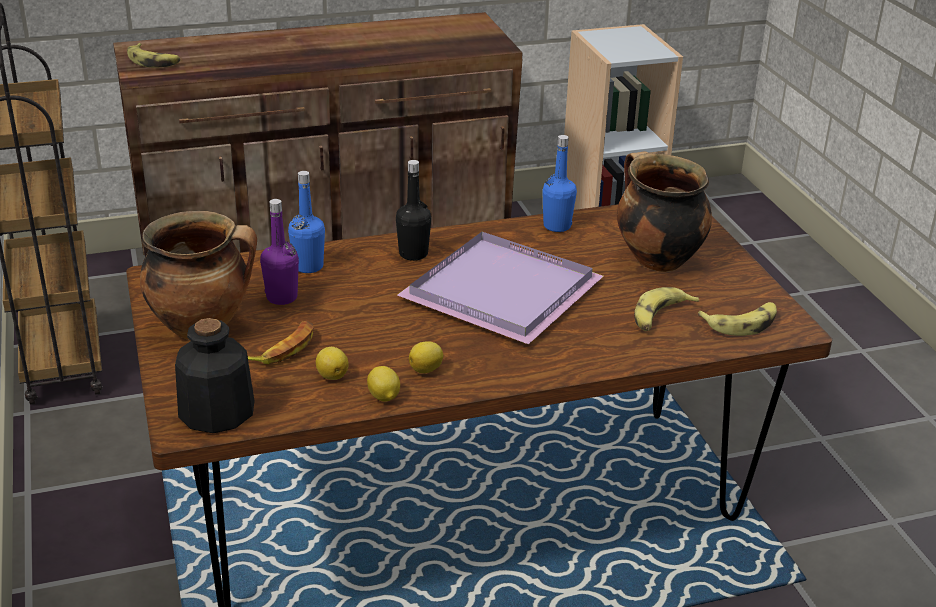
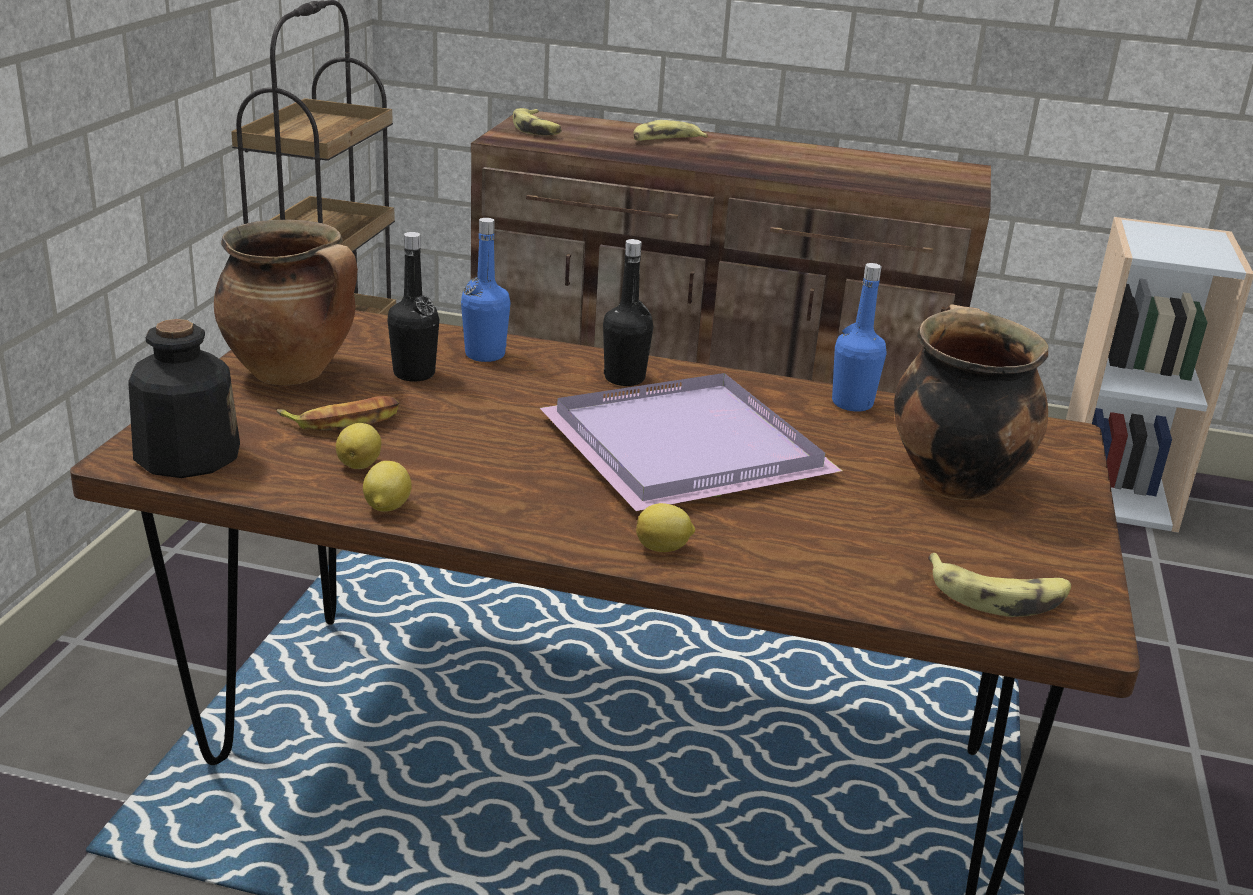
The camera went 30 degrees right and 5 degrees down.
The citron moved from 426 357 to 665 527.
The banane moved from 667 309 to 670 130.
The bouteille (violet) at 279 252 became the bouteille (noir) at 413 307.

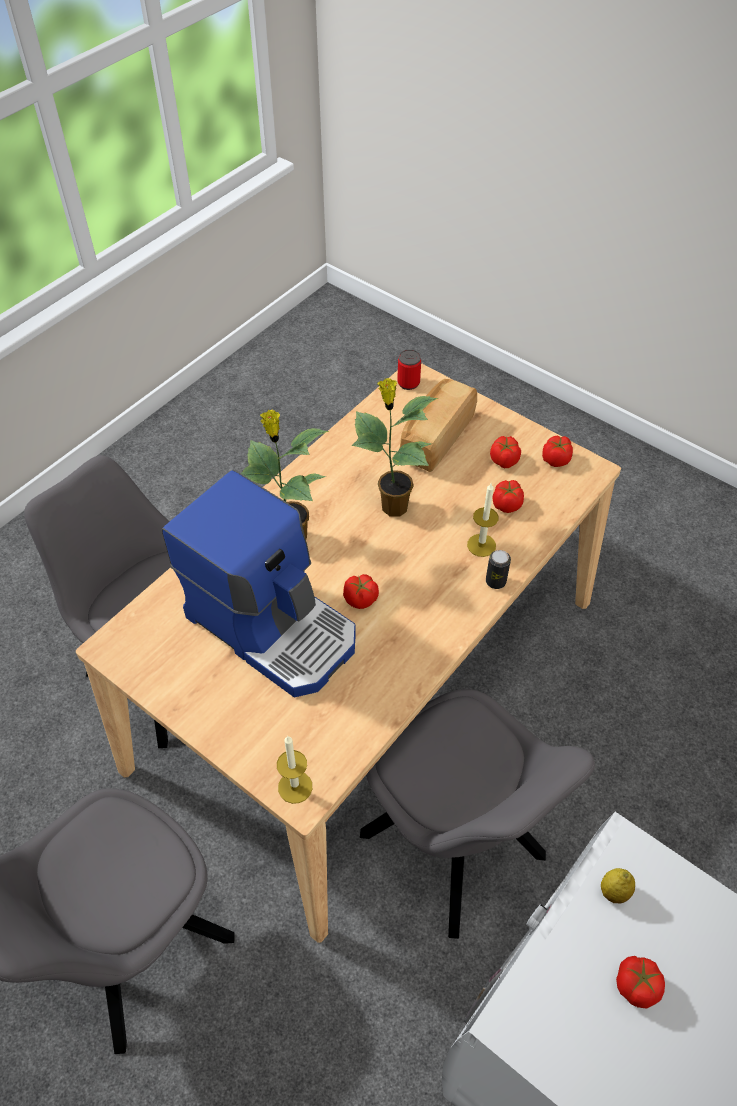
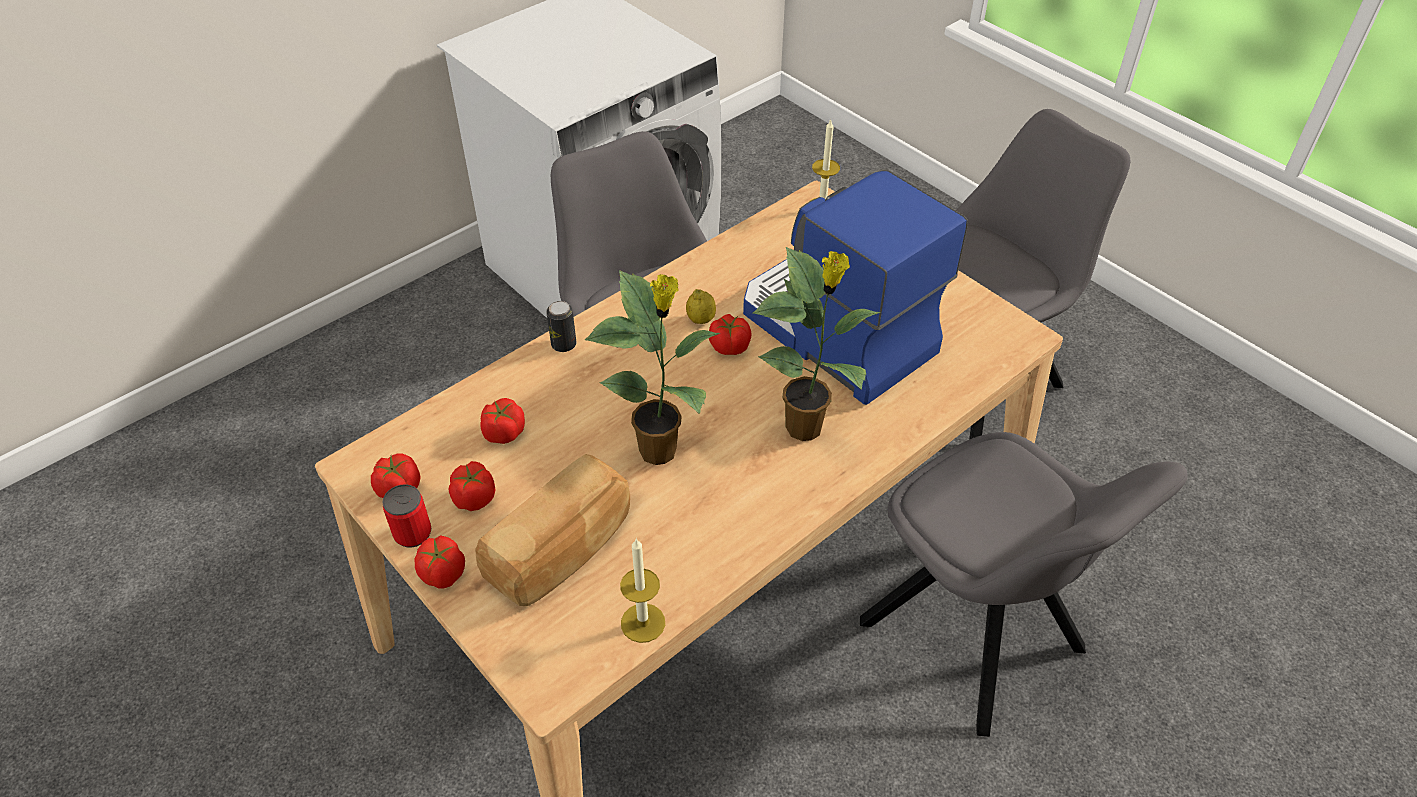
The camera went 170 degrees left and 5 degrees down.
The boîte métallique moved from 409 370 to 407 516.
The bougie moved from 483 520 to 642 590.
The citron moved from 618 886 to 701 306.
The tomate moved from 640 982 to 440 561.

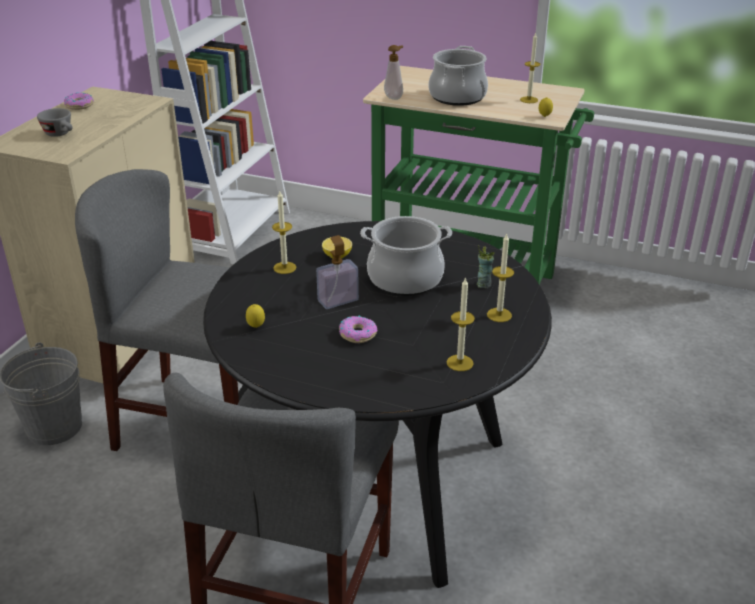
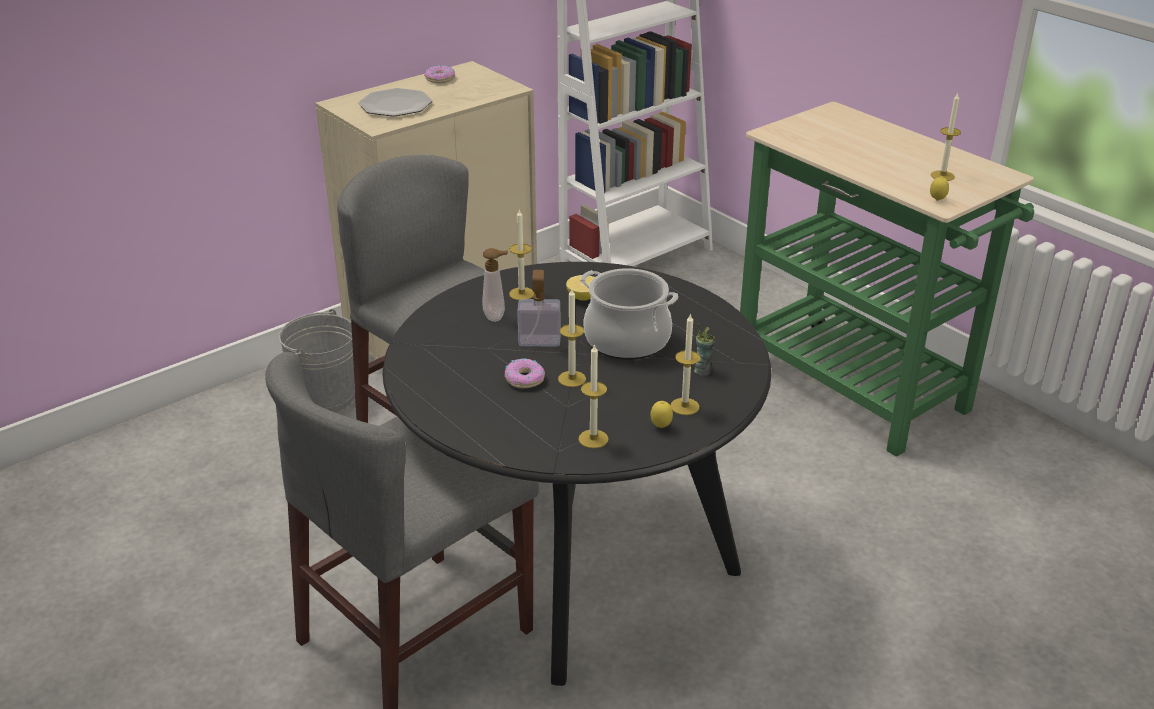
The camera went 30 degrees right and 0 degrees up.
The marmite at 458 76 disappeared.
The bougie at 572 338 appeared.
The citron moved from 255 316 to 662 414.
The distributeur de savon moved from 393 72 to 495 285.
The tasse (gris) at 55 122 was replaced by the assiette at 395 102.

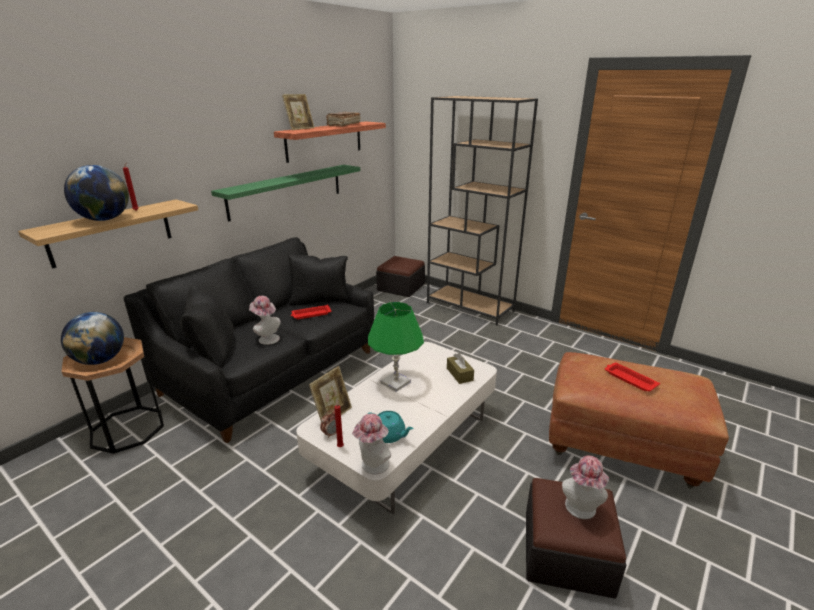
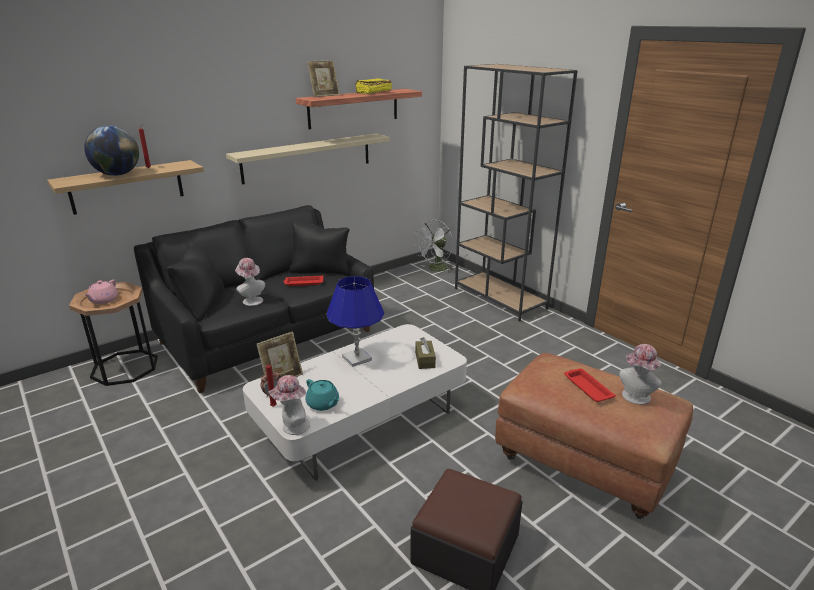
The camera went 15 degrees right and 0 degrees up.
The chapeau moved from 585 487 to 640 374.
The globe at 92 338 was replaced by the théière (rose) at 101 292.
The pouf at 400 276 was replaced by the ventilateur (blanc) at 434 246.
The étagère (vert) at 285 193 became the étagère (beige) at 308 159.
The livre (marron) at 343 119 became the livre (jaune) at 374 86.
The lampe de table (vert) at 396 347 became the lampe de table (bleu) at 355 321.

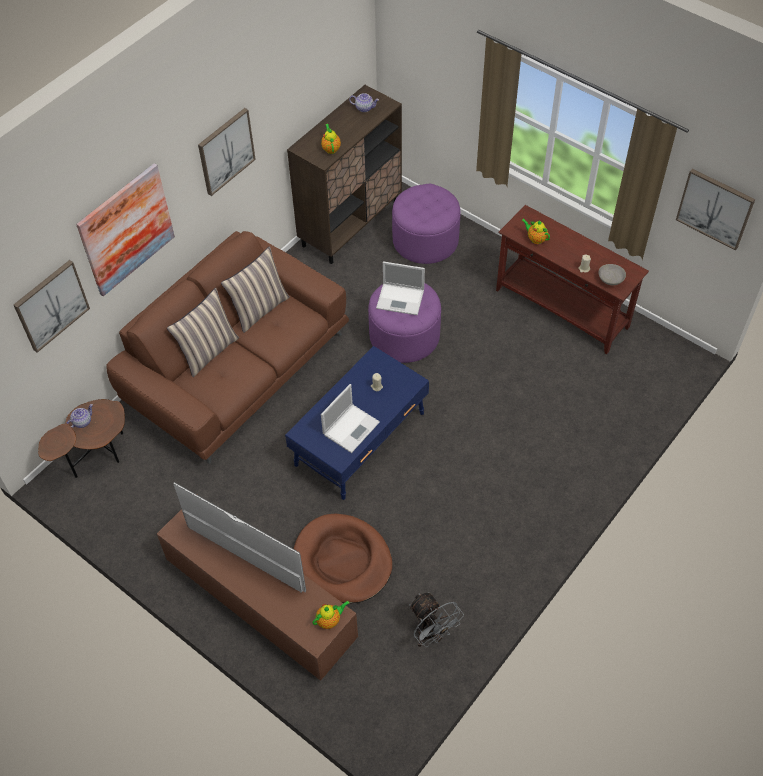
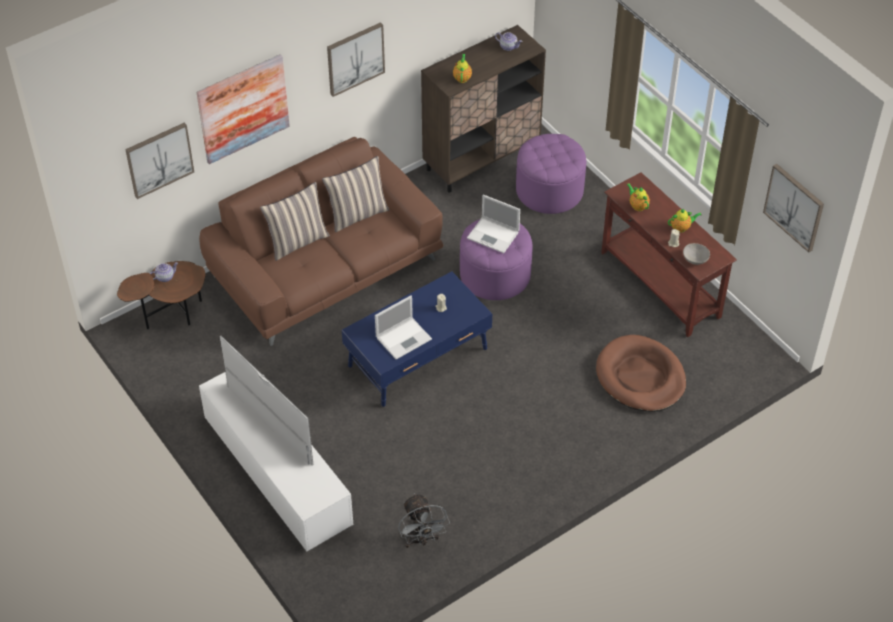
The camera went 15 degrees right and 5 degrees down.
The panier pour chien (marron) moved from 343 558 to 641 373.
The théière moved from 331 615 to 685 221.
The meuble télé (marron) at 257 595 became the meuble télé (blanc) at 276 461.

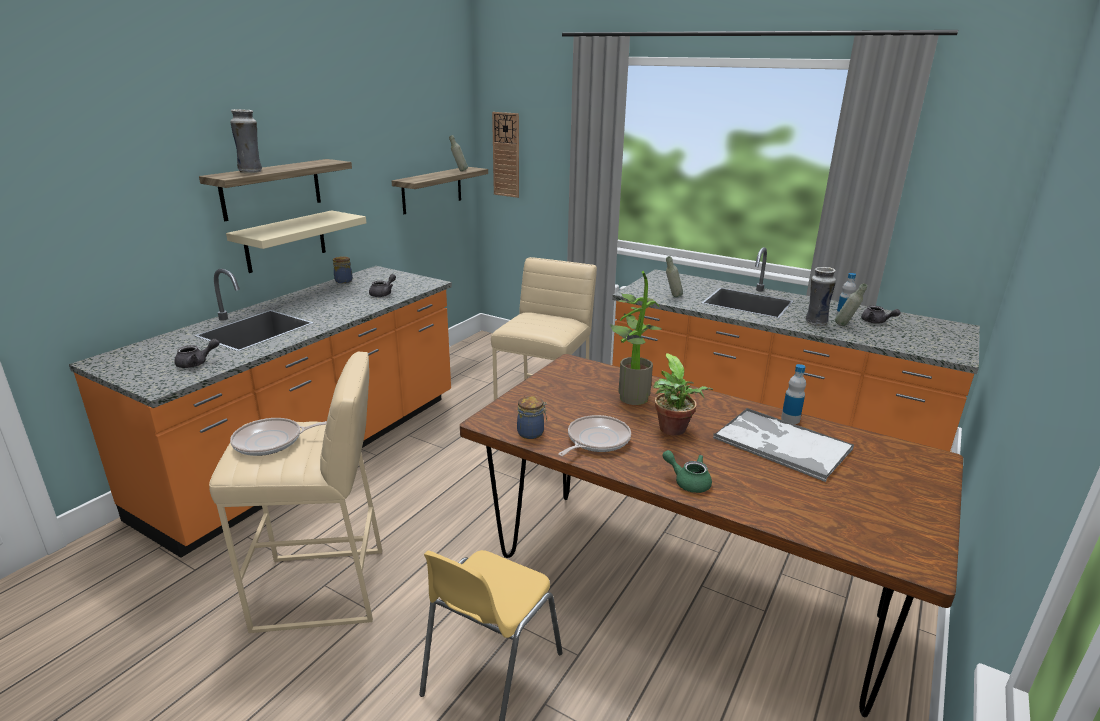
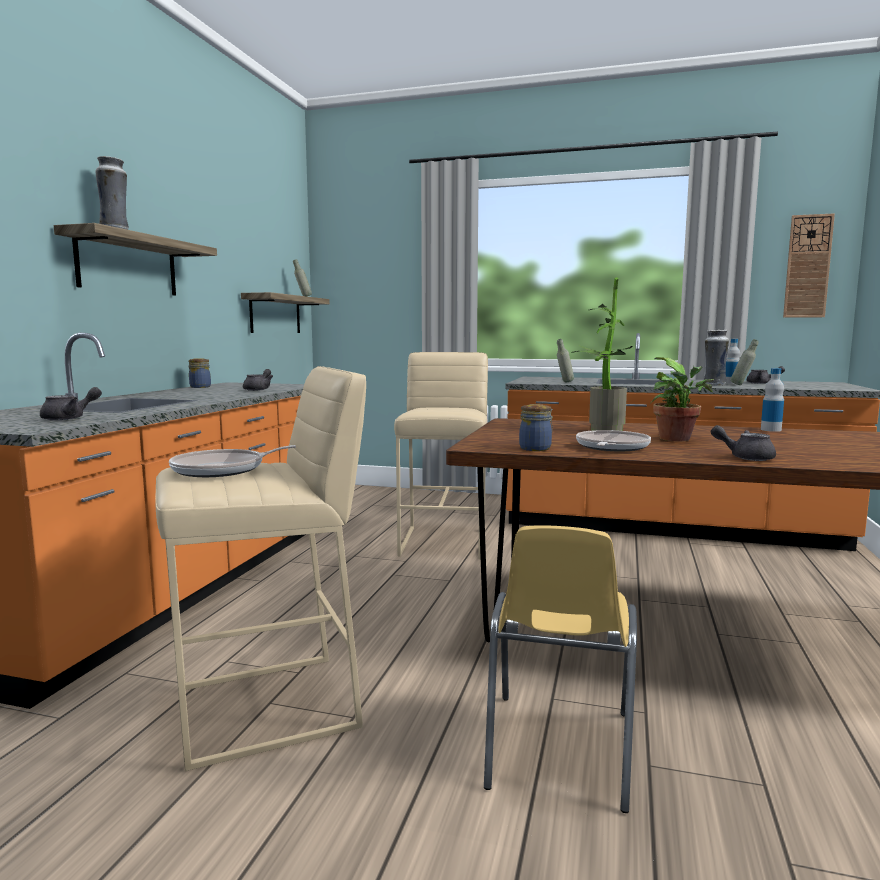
The camera went 15 degrees left and 15 degrees down.
The étagère (beige) at 296 241 disappeared.
The plateau at 783 445 disappeared.
The horloge murale moved from 505 155 to 809 265.
The théière (vert) at 687 471 became the théière (gris) at 743 443.

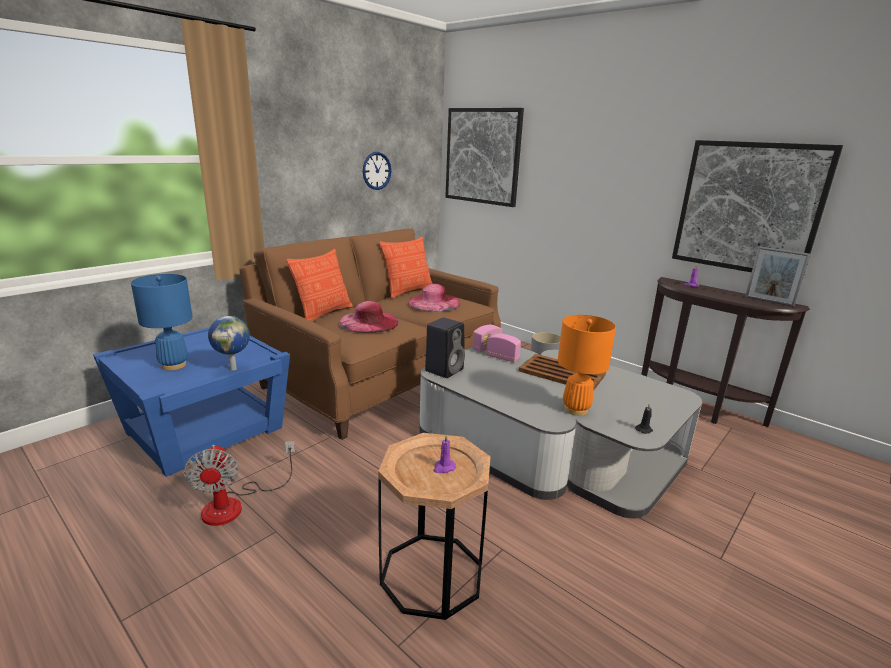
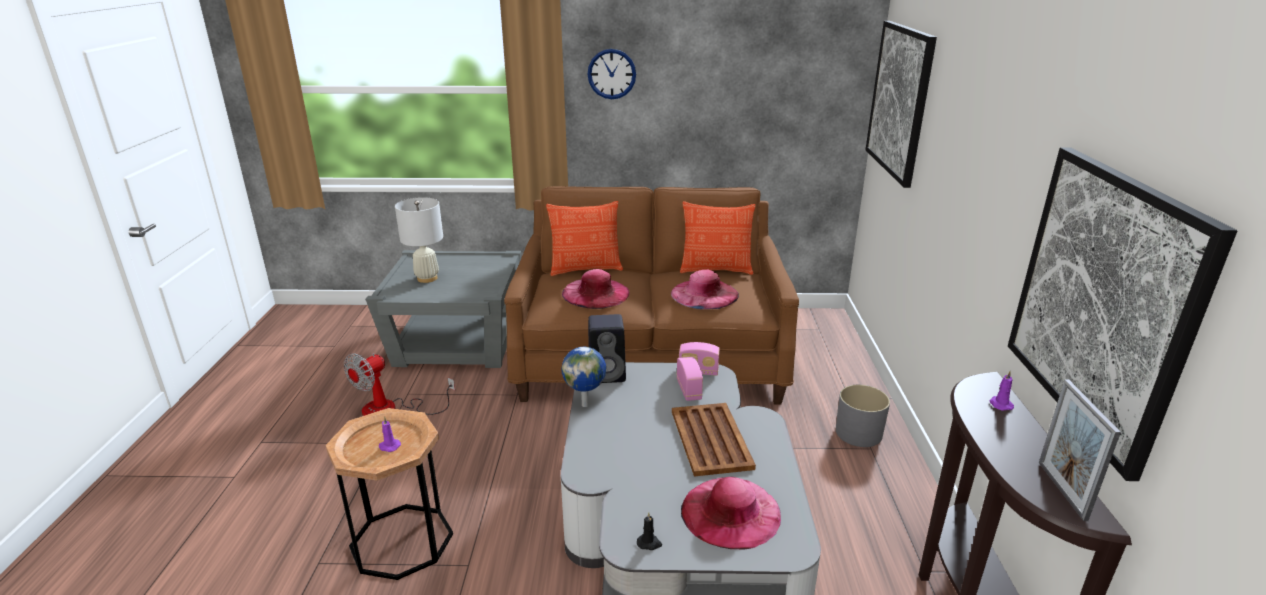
The camera went 50 degrees right and 5 degrees up.
The lampe de table (orange) at 587 365 disappeared.
The chapeau (rose) at 731 513 appeared.
The globe moved from 229 343 to 583 377.
The horloge murale moved from 377 171 to 611 74.
The table d'appoint (bleu) at 191 402 became the table d'appoint (gris) at 443 309.
The lampe de table (bleu) at 162 322 became the lampe de table (blanc) at 419 240.

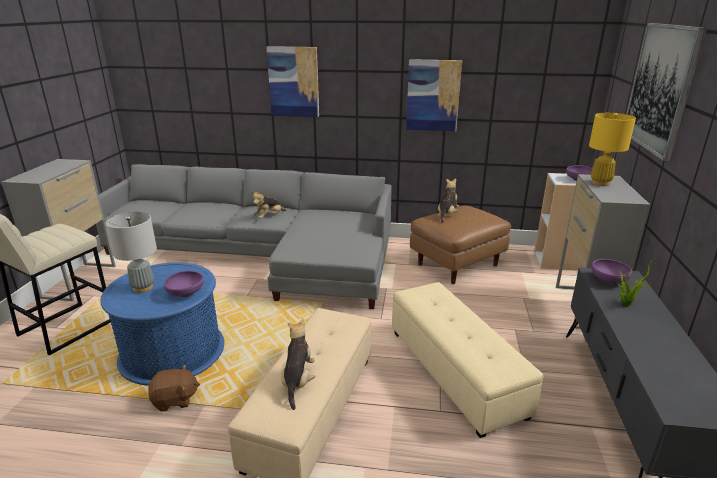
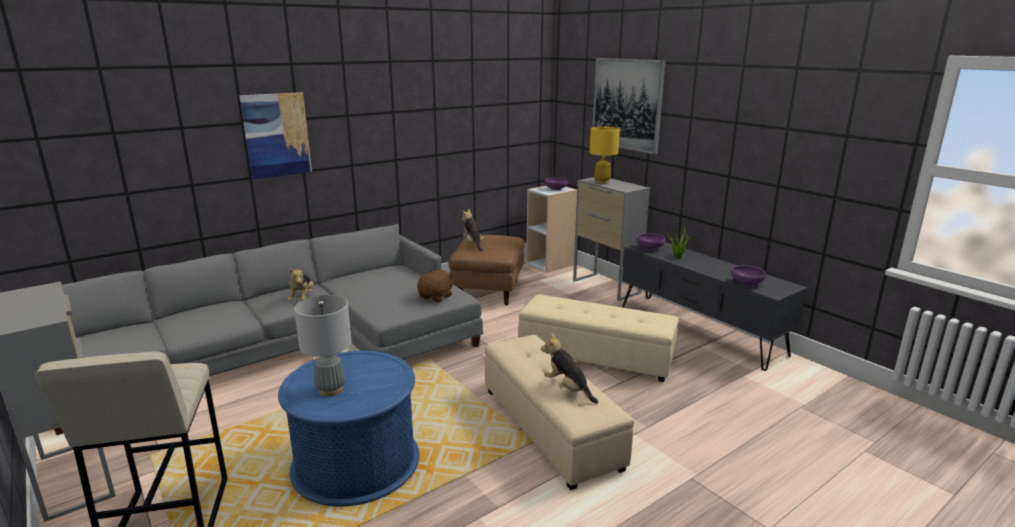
The camera went 45 degrees left and 5 degrees down.
The tableau at 434 95 disappeared.
The peluche (marron) moved from 174 388 to 435 286.
The bol (violet) moved from 184 284 to 748 275.

